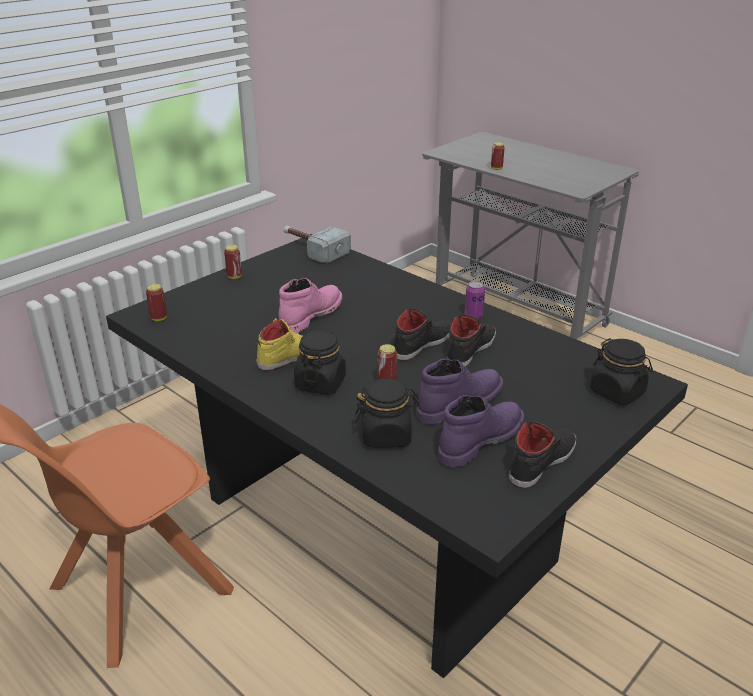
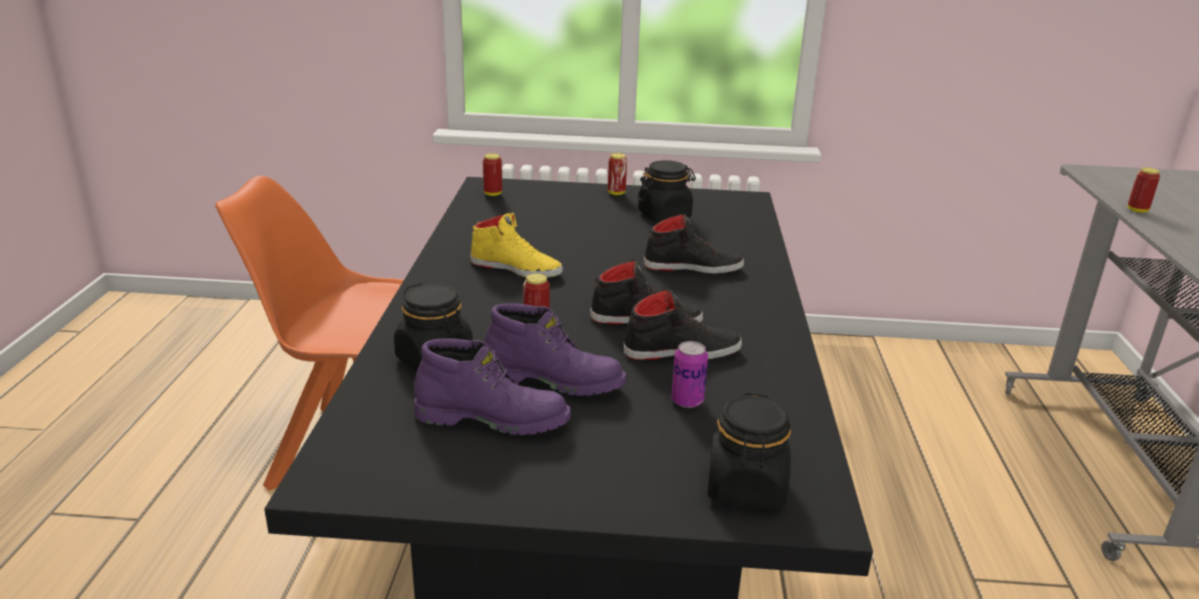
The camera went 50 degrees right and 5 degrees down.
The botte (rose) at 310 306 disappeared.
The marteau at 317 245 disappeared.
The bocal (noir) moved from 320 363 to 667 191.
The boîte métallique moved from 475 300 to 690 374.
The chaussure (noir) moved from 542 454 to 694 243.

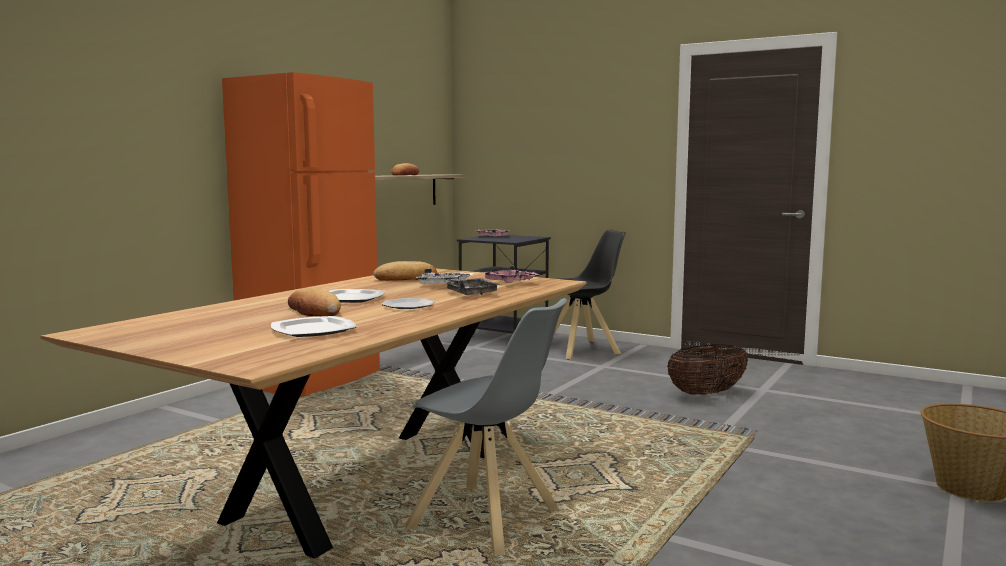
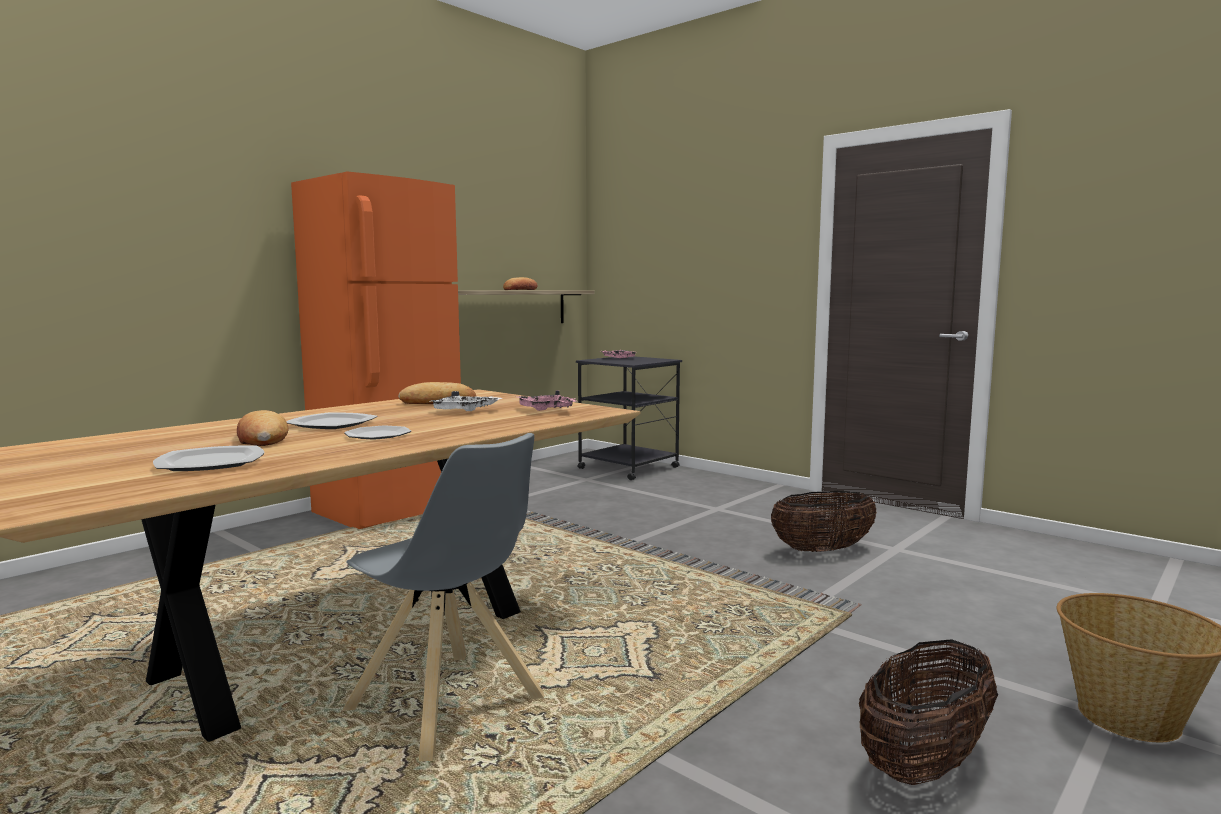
The camera went 10 degrees right and 0 degrees up.
The plateau (gris) at 472 286 disappeared.
The chaise (noir) at 589 294 disappeared.
The panier at 928 712 appeared.

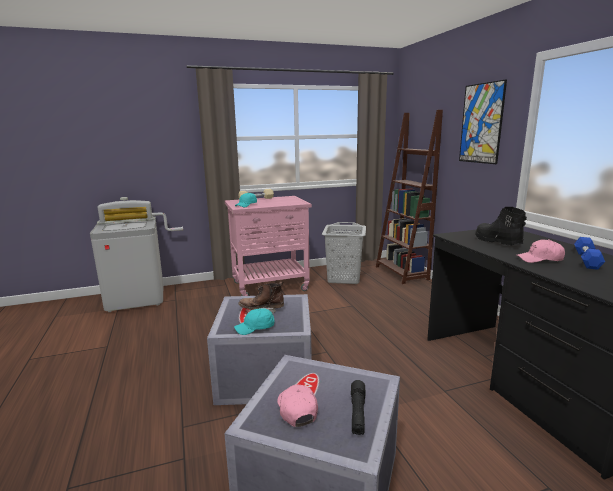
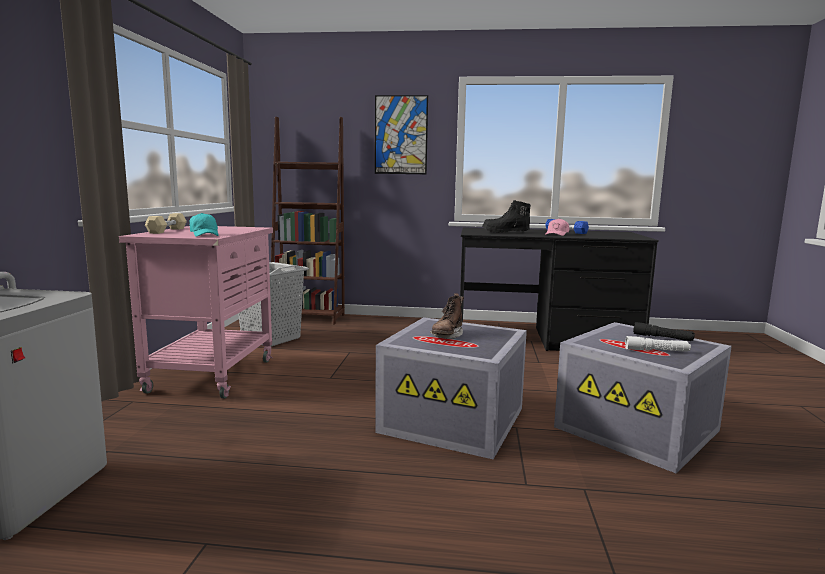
The camera went 65 degrees left and 5 degrees down.
The casquette (turquoise) at 254 321 disappeared.
The casquette (rose) at 297 405 was replaced by the lampe de poche (blanc) at 658 344.

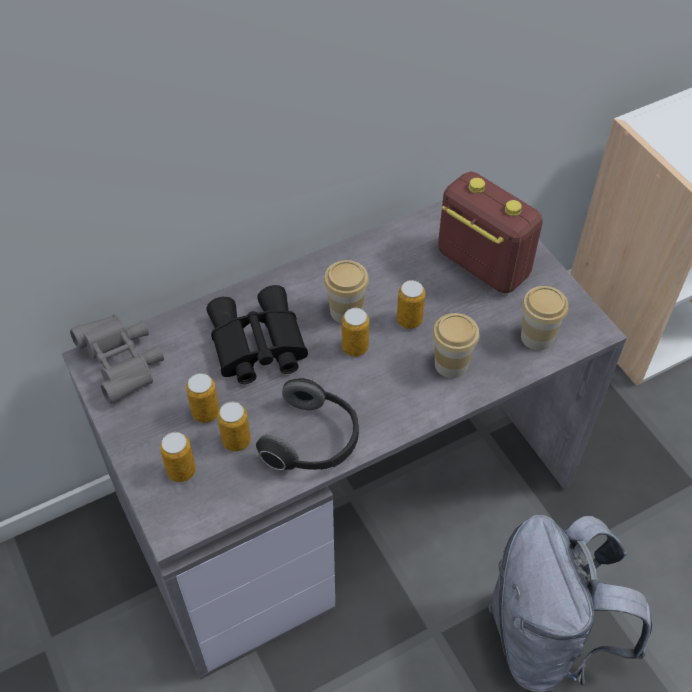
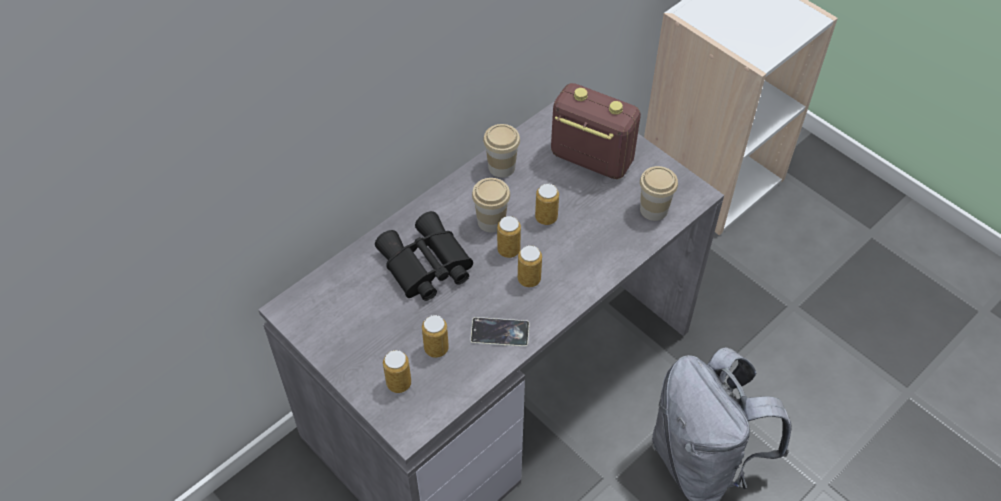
The camera went 15 degrees left and 0 degrees up.
The jumelles (gris) at 117 359 disappeared.
The boîte métallique moved from 203 398 to 530 266.
The tasse moved from 456 345 to 501 151.
The casque audio at 307 424 was replaced by the téléphone at 500 332.

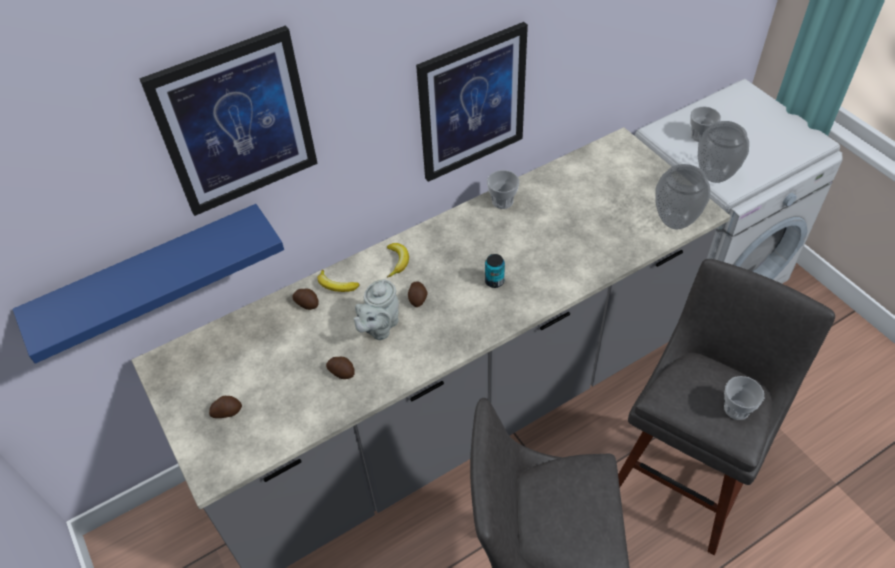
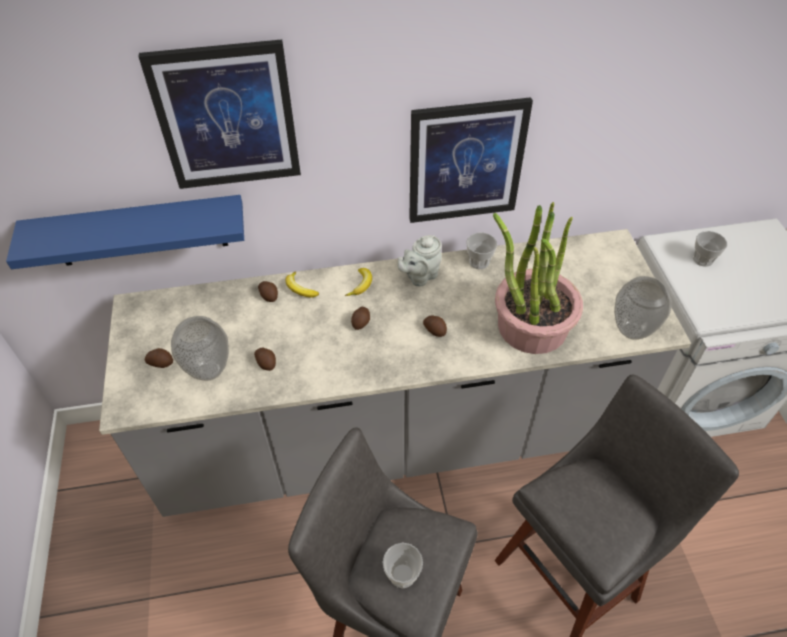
The camera went 20 degrees right and 0 degrees up.
The plante en pot at 538 278 appeared.
The théière (gris) moved from 376 309 to 420 260.
The vase moved from 723 152 to 200 348.
The tasse moved from 744 398 to 402 565.
The boîte métallique at 495 271 was replaced by the pomme de terre at 435 326.

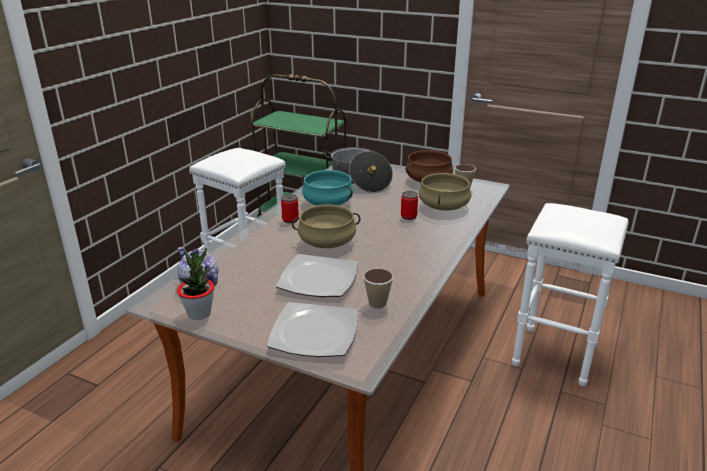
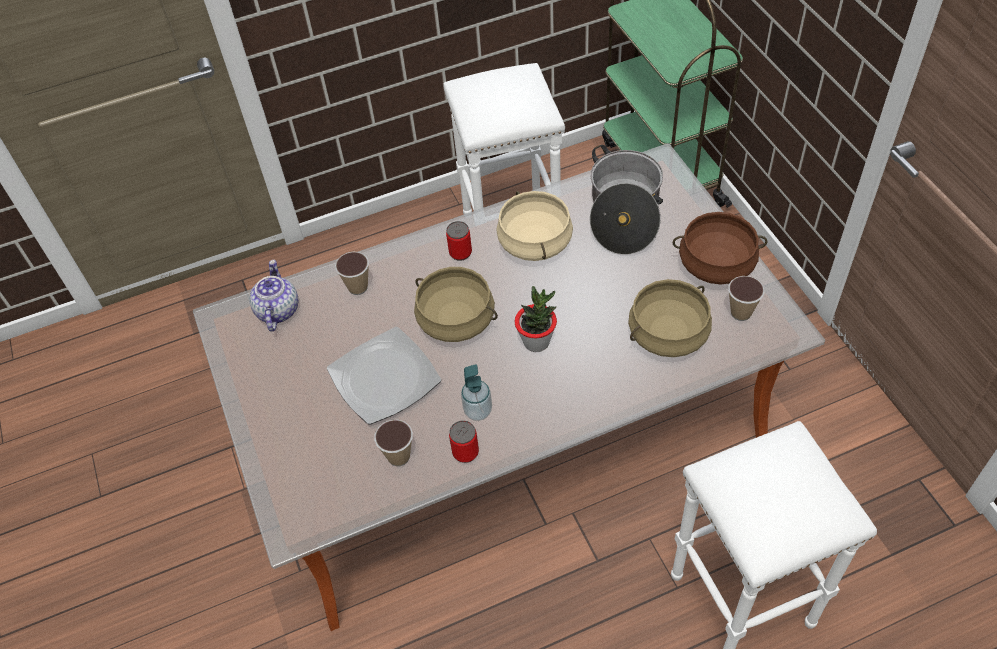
The camera went 45 degrees right and 25 degrees up.
The assiette at 312 329 disappeared.
The tasse at 352 273 appeared.
The distributeur de savon at 476 392 appeared.
The plante en pot moved from 195 284 to 536 319.
The boîte métallique moved from 409 205 to 464 441.
The marmite (turquoise) at 327 188 became the marmite (beige) at 534 226.

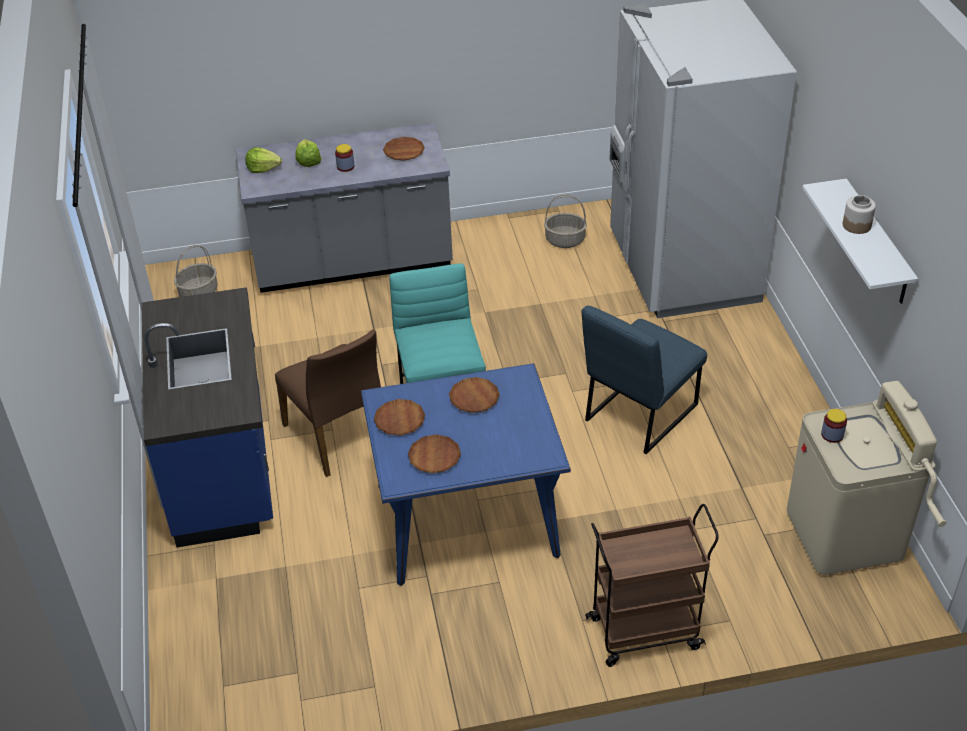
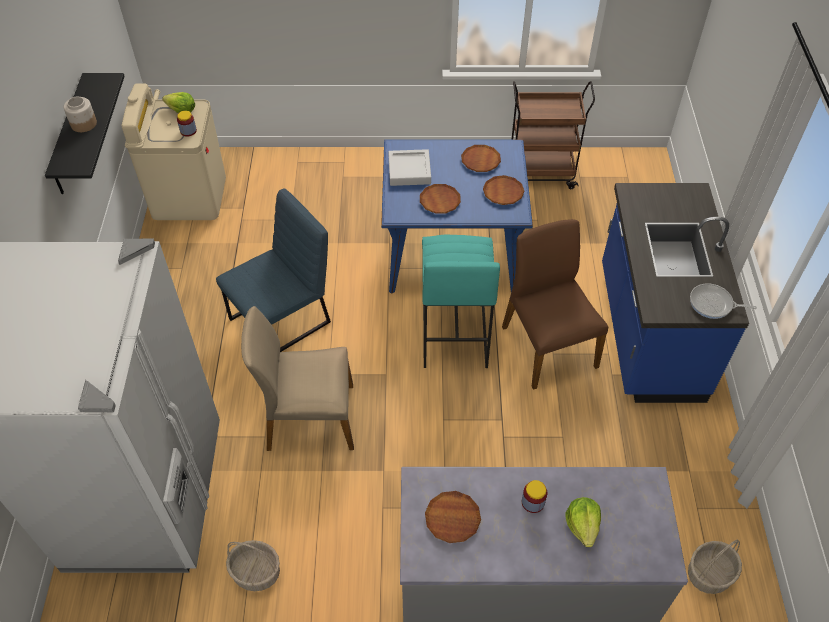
The camera went 170 degrees left and 10 degrees up.
The chaise (beige) at 297 378 appeared.
The plateau (gris) at 409 167 appeared.
The poêle at 723 301 appeared.
The laitue moved from 263 160 to 178 102.
The chariot (marron) moved from 652 585 to 553 135.
The étagère (blanc) at 860 241 became the étagère (noir) at 85 133.

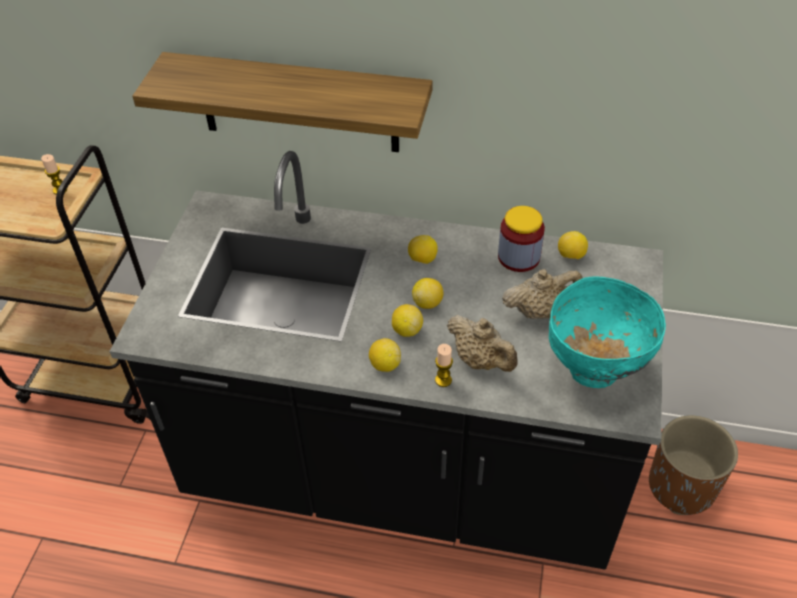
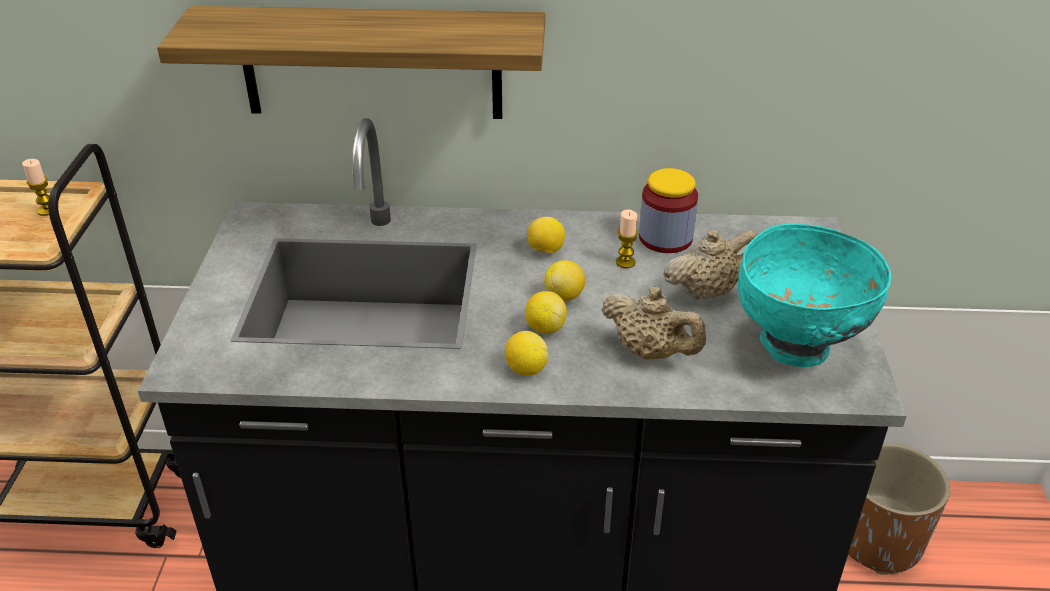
The camera went 10 degrees left and 10 degrees down.
The citron at 573 245 disappeared.
The bougie moved from 444 365 to 627 238.

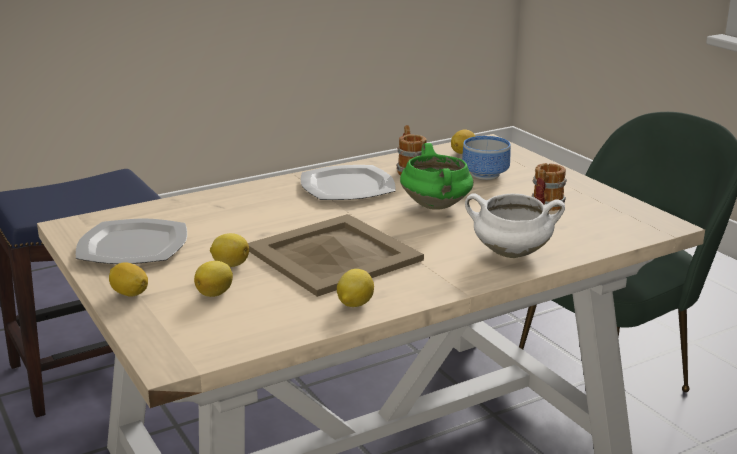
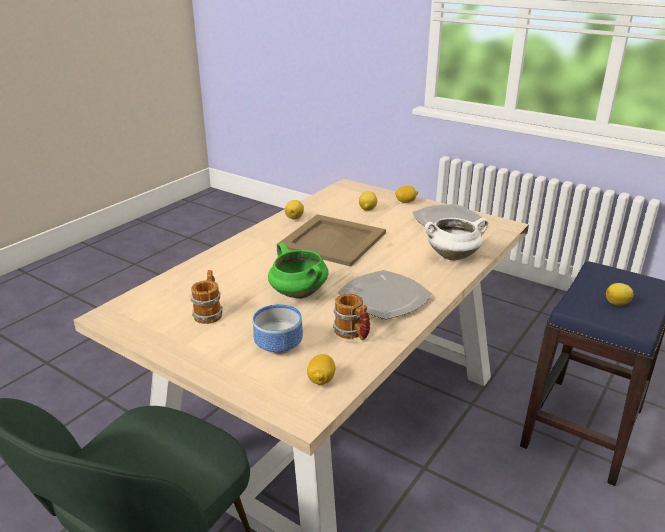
The camera went 155 degrees right and 5 degrees up.
The citron moved from 229 250 to 620 294.
The marmite (blanc) moved from 515 225 to 456 239.

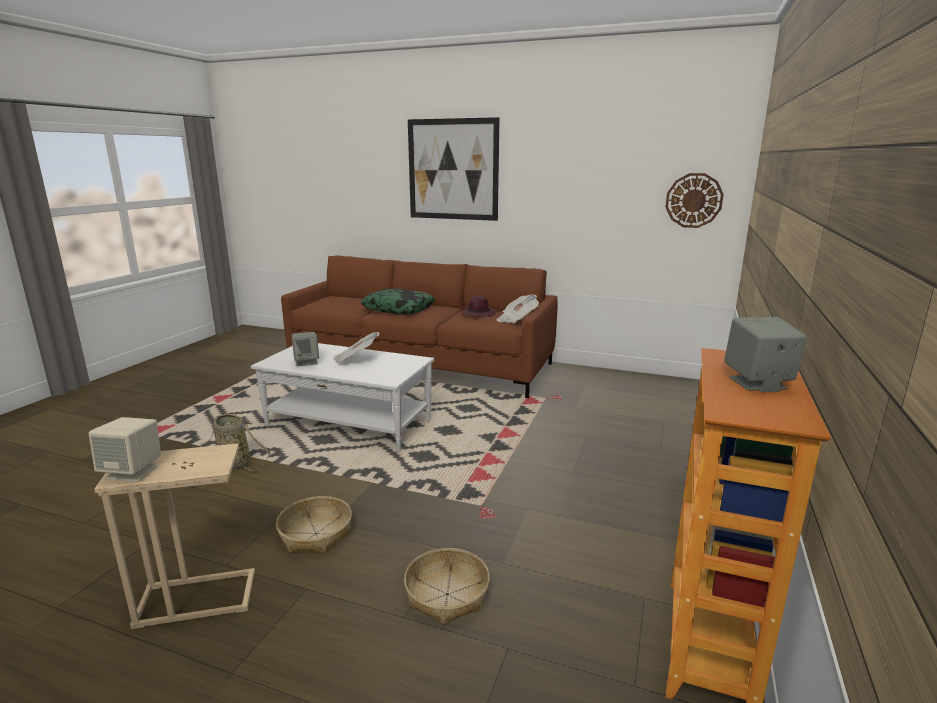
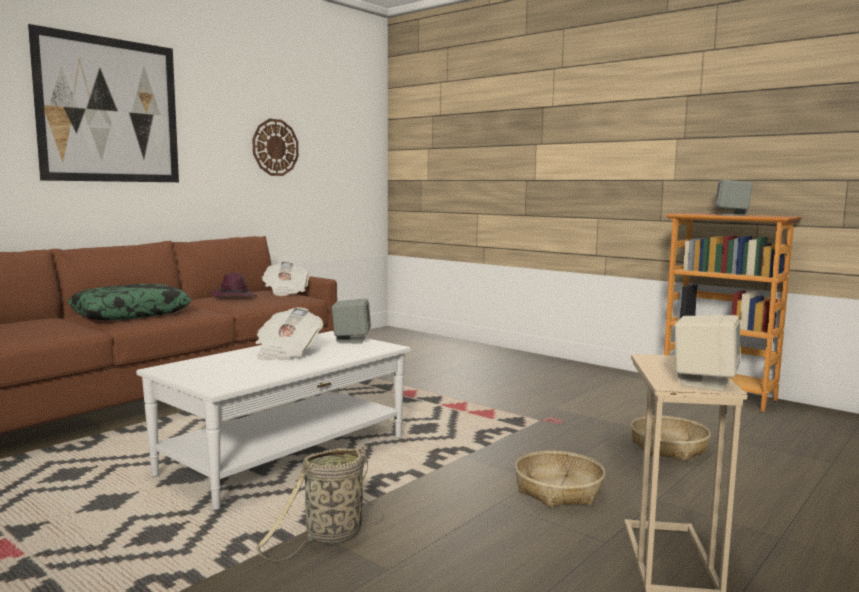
The camera went 70 degrees left and 10 degrees down.
The enceinte (gris) moved from 305 349 to 351 321.
The horloge murale moved from 695 200 to 275 147.

